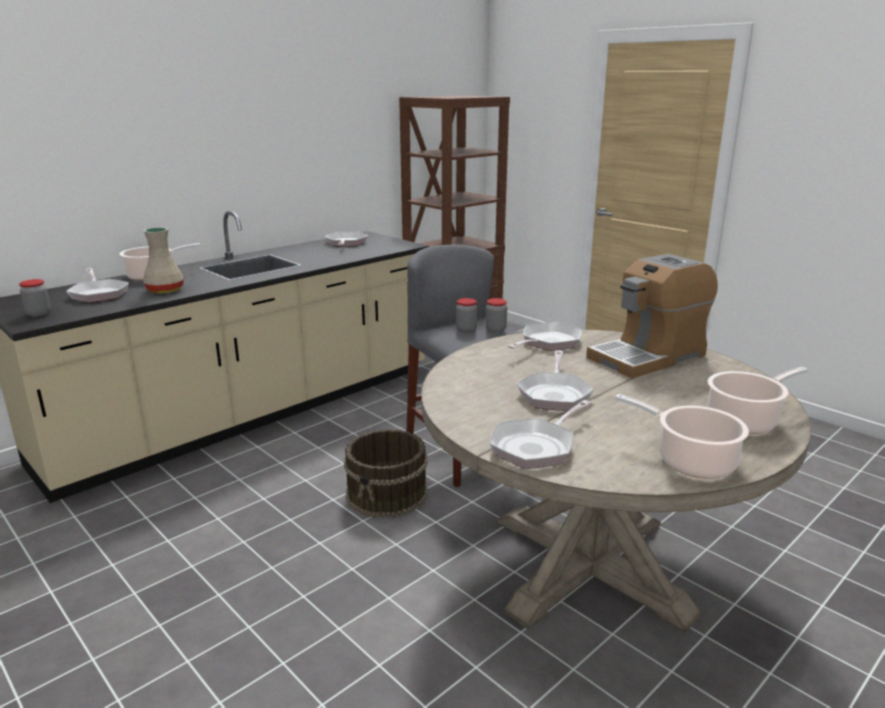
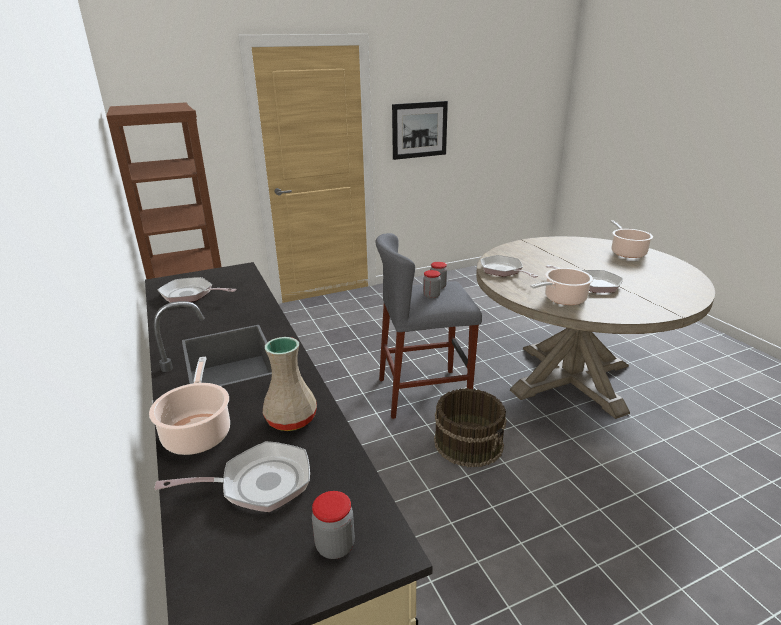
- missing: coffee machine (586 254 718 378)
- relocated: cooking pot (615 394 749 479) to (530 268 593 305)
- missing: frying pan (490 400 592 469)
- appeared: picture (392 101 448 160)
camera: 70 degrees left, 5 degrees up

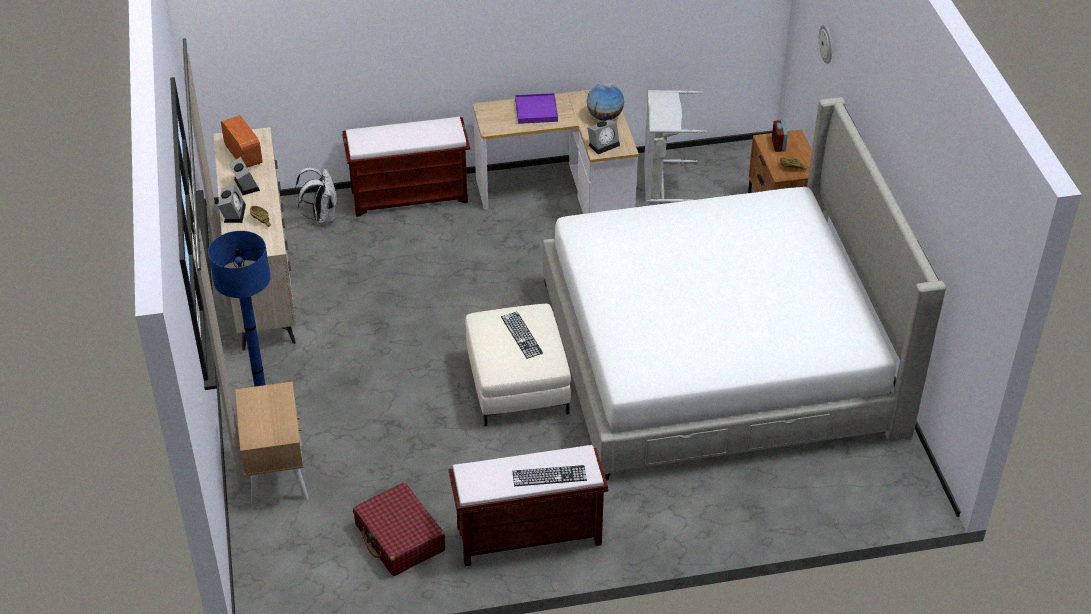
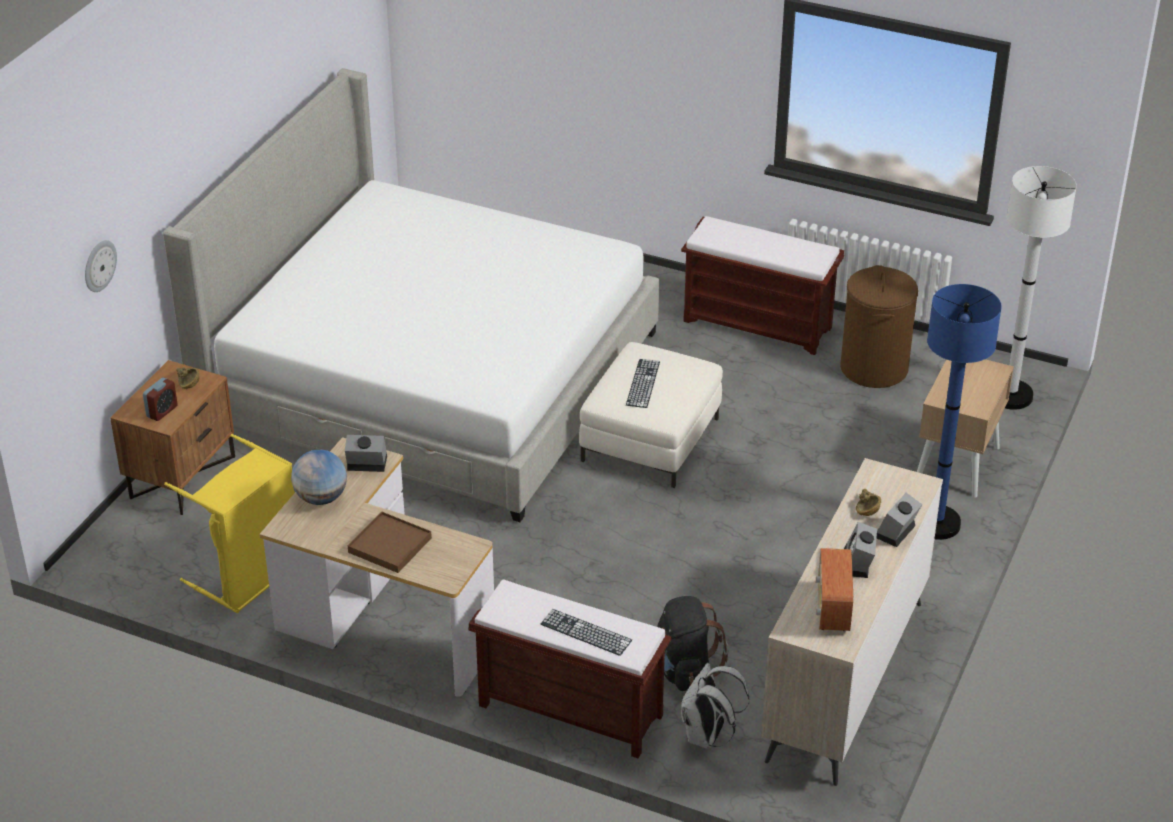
- colour: laundry basket (grey) (644 90 706 202) to laundry basket (yellow) (164 434 295 613)
- colour: tray (purple) (515 93 558 124) to tray (brown) (348 512 432 573)
- relocated: keyboard (513 465 587 486) to (541 609 632 656)
- exchanged: suitcase (red) (353 482 445 576) to laundry basket (brown) (840 265 918 388)
- appeared: floor lamp (white) (1005 166 1077 410)
- appeared: backpack (black) (657 596 729 691)
camera: 145 degrees left, 5 degrees down

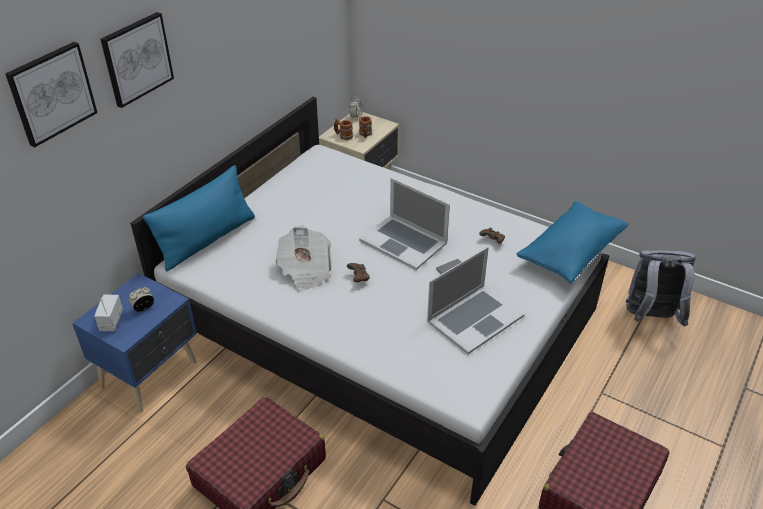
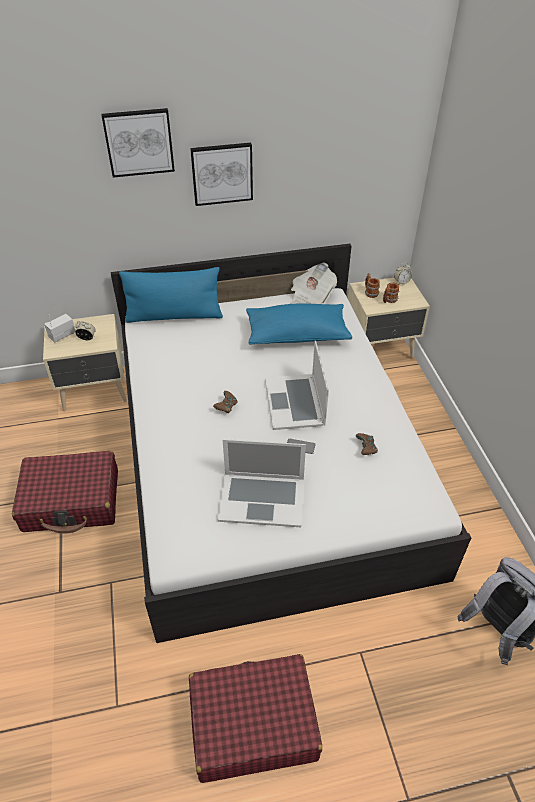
- relocated: picture (5 42 97 147) to (190 143 253 206)
- relocated: pillow (blue) (516 201 628 284) to (246 303 352 345)
- relocated: newspaper (276 226 332 291) to (291 263 337 304)
- colour: nightstand (blue) (72 273 197 413) to nightstand (beige) (43 314 127 411)
camera: 45 degrees right, 5 degrees up

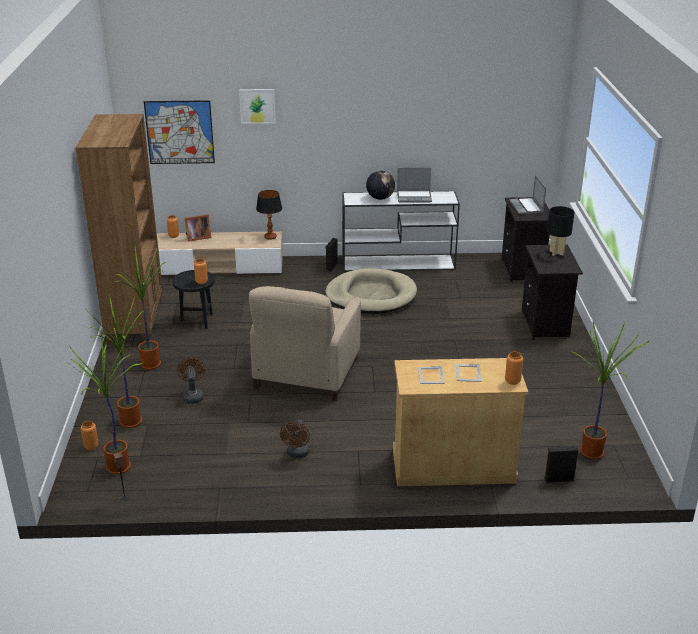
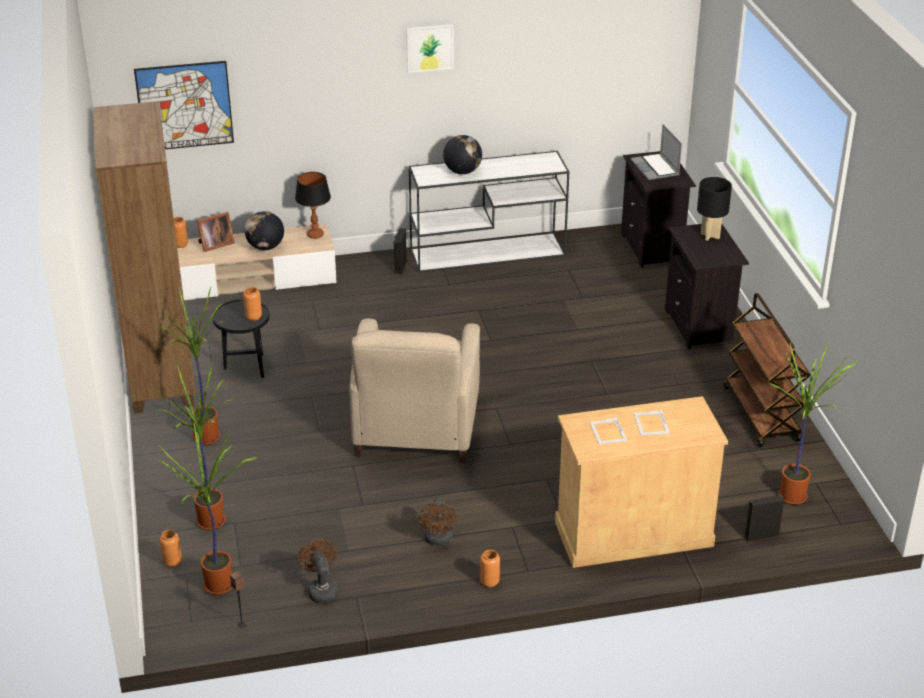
- relocated: picture (239 89 276 124) to (406 24 454 73)
- missing: laptop (397 168 432 202)
- missing: dog bed (beige) (325 268 417 314)
- relocated: vase (orange) (505 352 523 385) to (480 550 500 587)
- relocated: fan (brown) (177 358 205 404) to (298 539 338 603)
- appeared: globe (245 211 284 250)
- appeared: cart (brown) (723 293 811 447)
camera: 10 degrees left, 5 degrees up

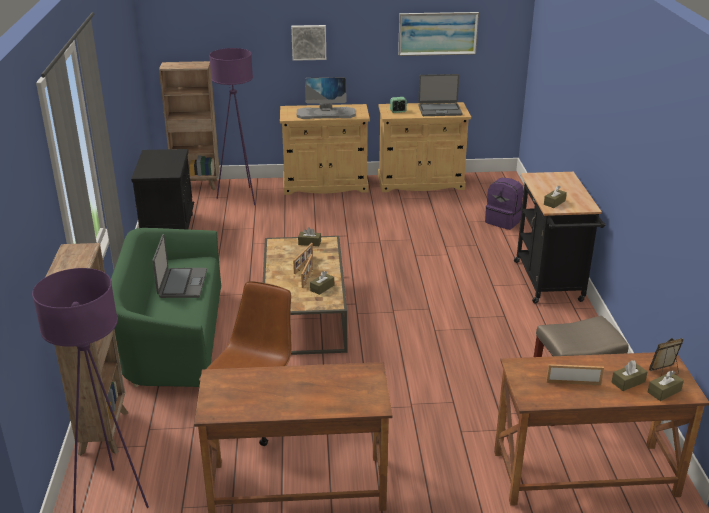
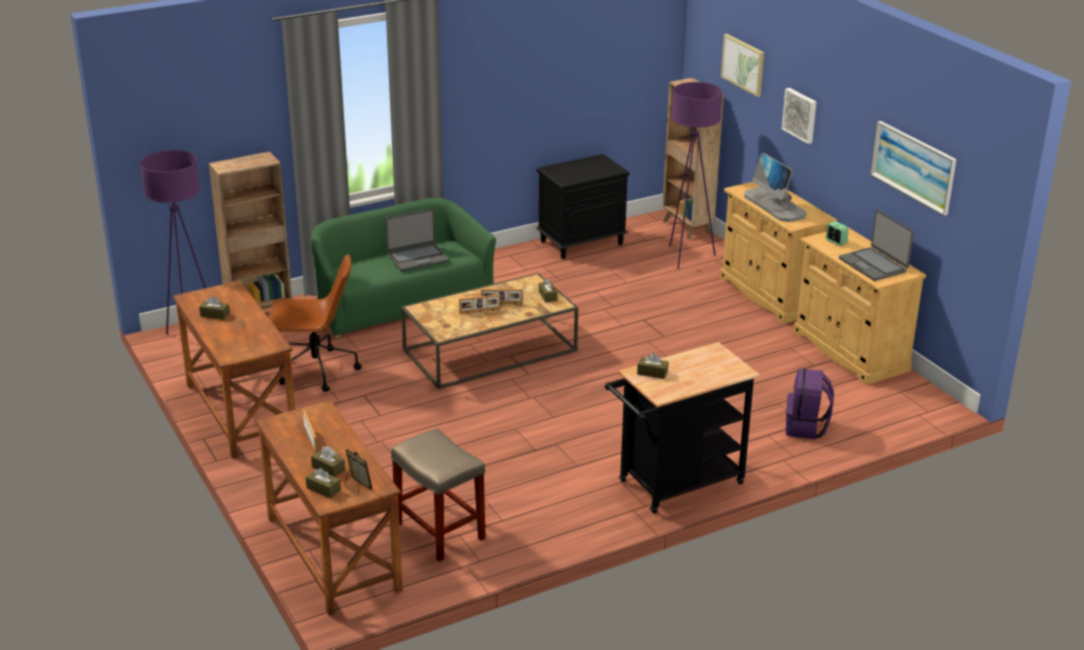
- relocated: tissue box (brown) (310 271 334 295) to (199 296 230 320)
- appeared: picture (721 34 764 97)
camera: 65 degrees right, 0 degrees up

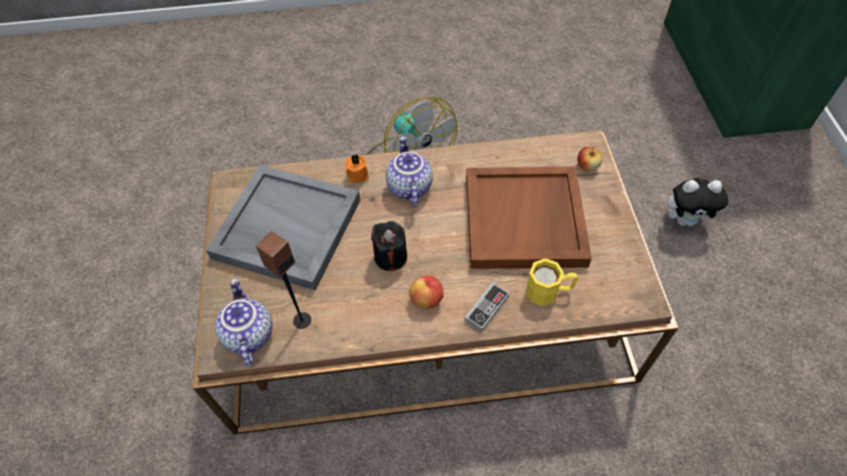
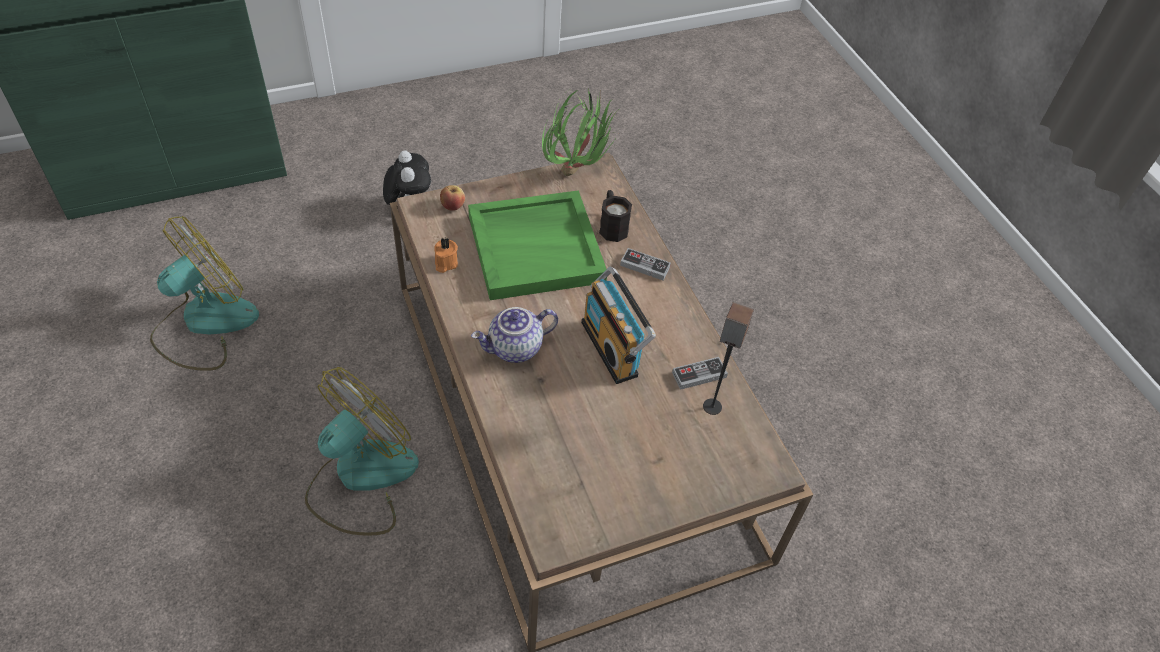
- relocated: candle (orange) (346 154 369 183) to (434 238 458 273)
- missing: tray (grey) (206 165 360 291)
- colour: tray (brown) (466 166 592 269) to tray (green) (468 190 607 300)
- exchanged: candle (black) (371 221 407 271) to radio (581 267 656 384)
- colour: mug (yellow) (525 258 578 306) to mug (black) (599 190 632 242)
- missing: apple (409 275 444 308)
- missing: teapot (215 278 273 367)
- appeared: potted plant (542 89 619 176)
- appeared: fan (150 216 259 371)
- appeared: game controller (672 357 728 390)
camera: 110 degrees left, 5 degrees down

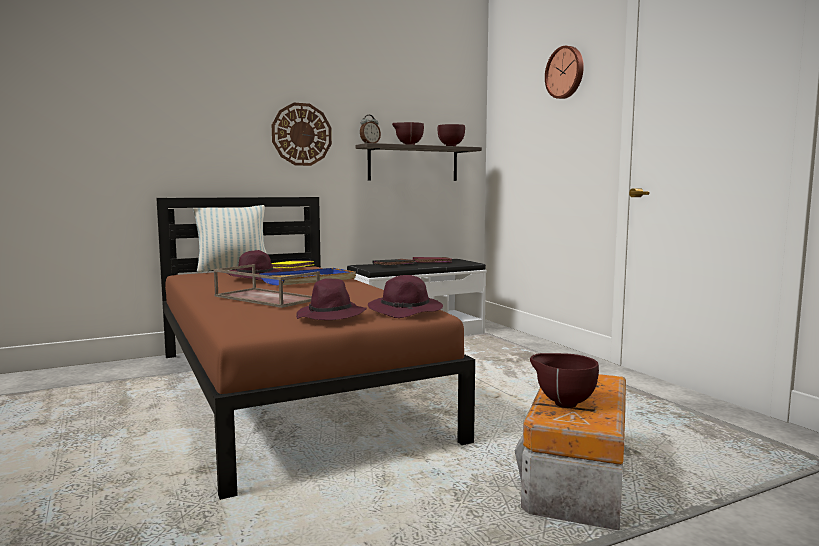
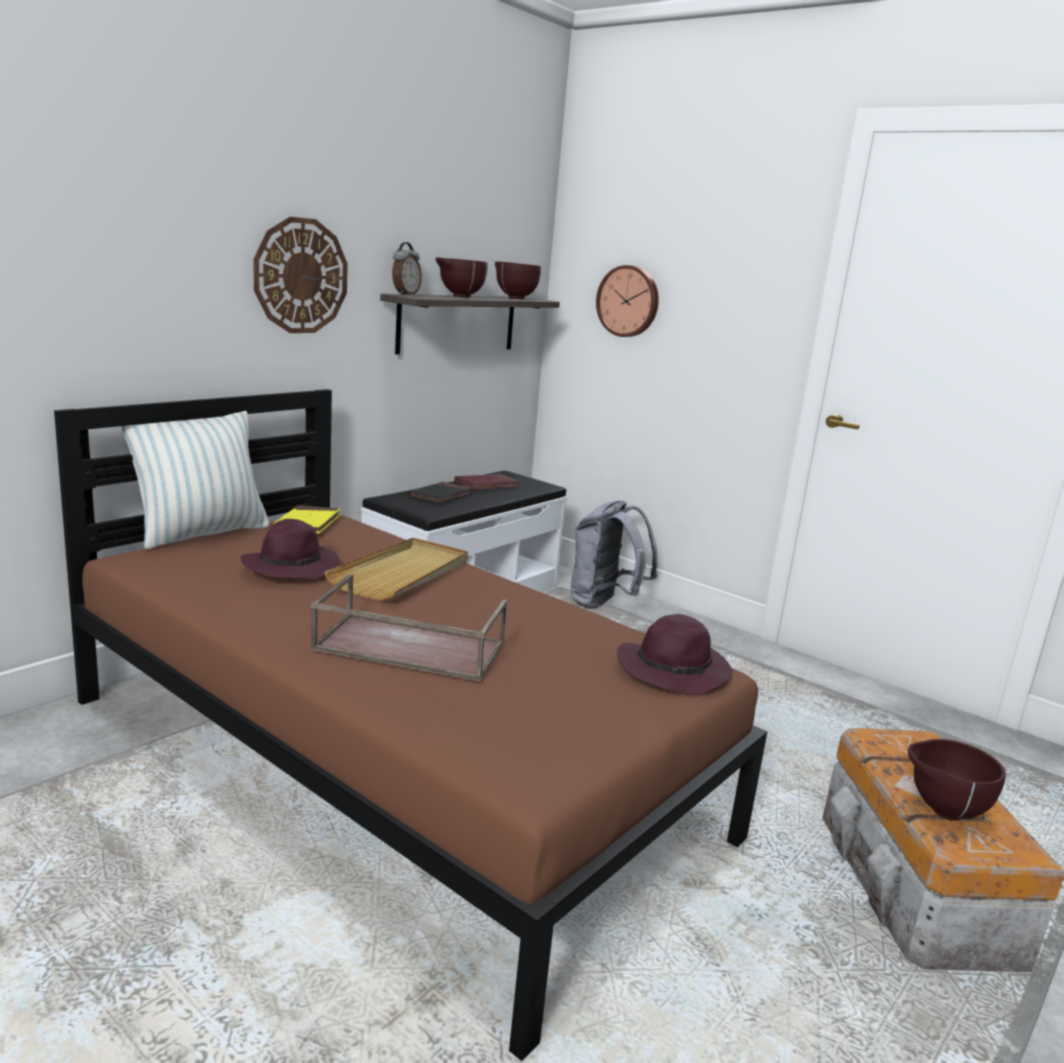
- relocated: wall clock (545 46 584 99) to (596 265 659 337)
- colour: tray (blue) (260 268 356 286) to tray (beige) (324 538 468 601)
- missing: hat (purple) (296 279 367 320)
- appeared: backpack (grey) (570 501 658 609)
camera: 25 degrees left, 10 degrees up

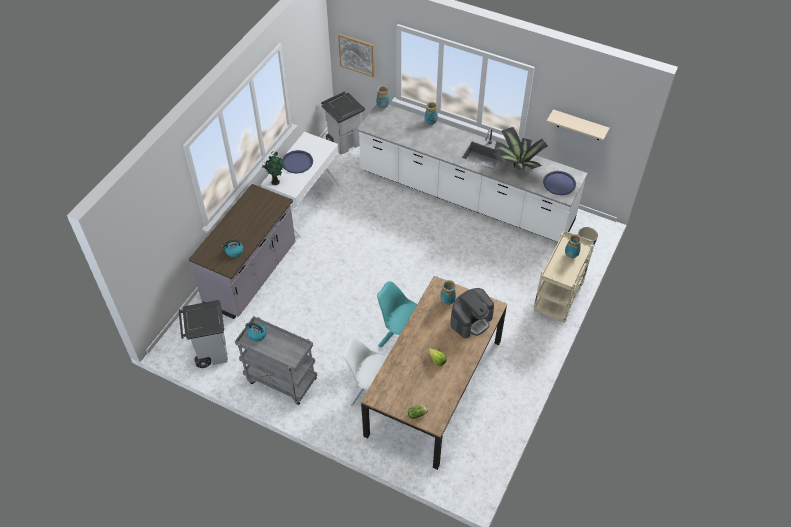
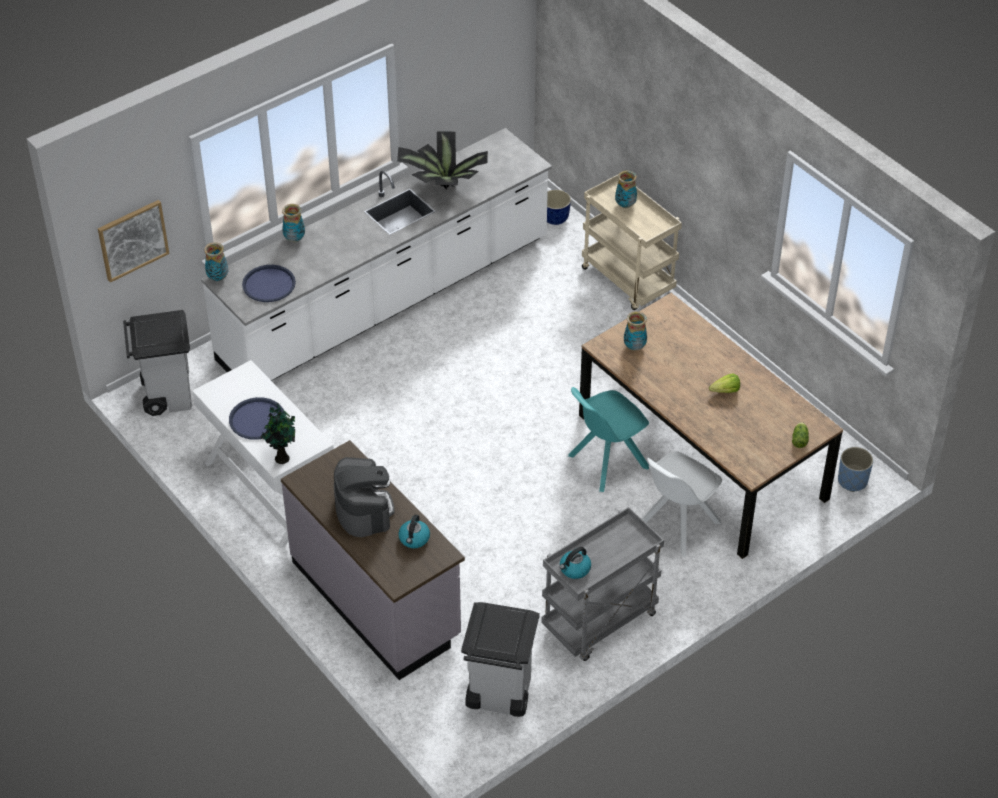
- missing: shelf (beige) (546 109 610 140)
- relocated: tray (blue) (543 171 576 195) to (242 265 296 302)
- relocated: coffee machine (450 288 494 338) to (334 457 394 537)
- appeared: planter (blue) (838 447 873 492)
camera: 65 degrees left, 5 degrees down

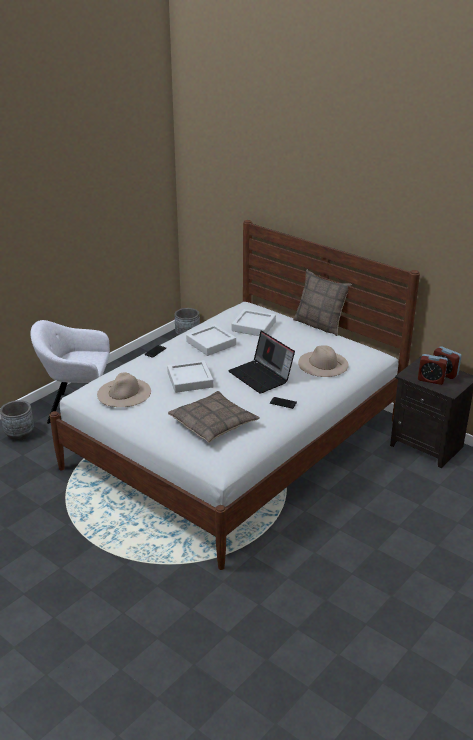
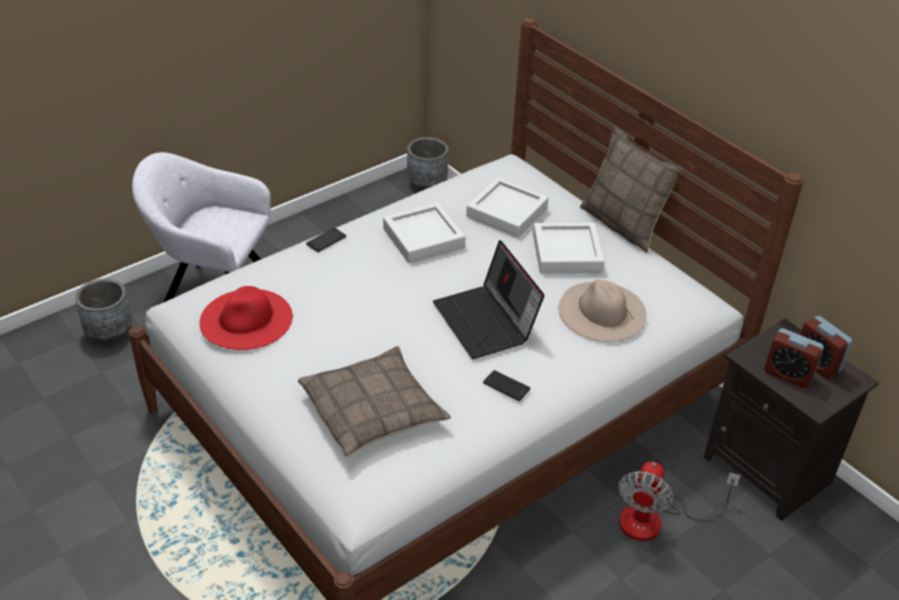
- relocated: tray (grey) (167 360 214 393) to (533 223 605 273)
- colour: hat (beige) (97 372 151 407) to hat (red) (200 286 293 350)
- appeared: fan (618 461 740 541)
camera: 10 degrees right, 10 degrees up

